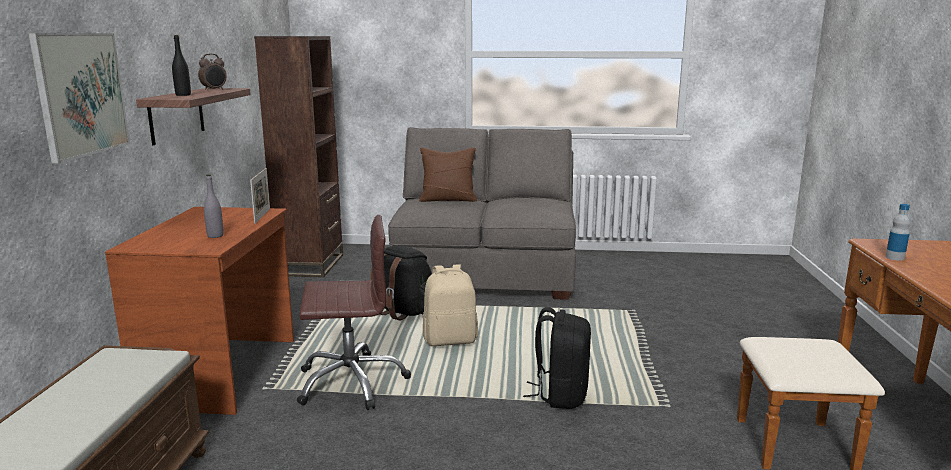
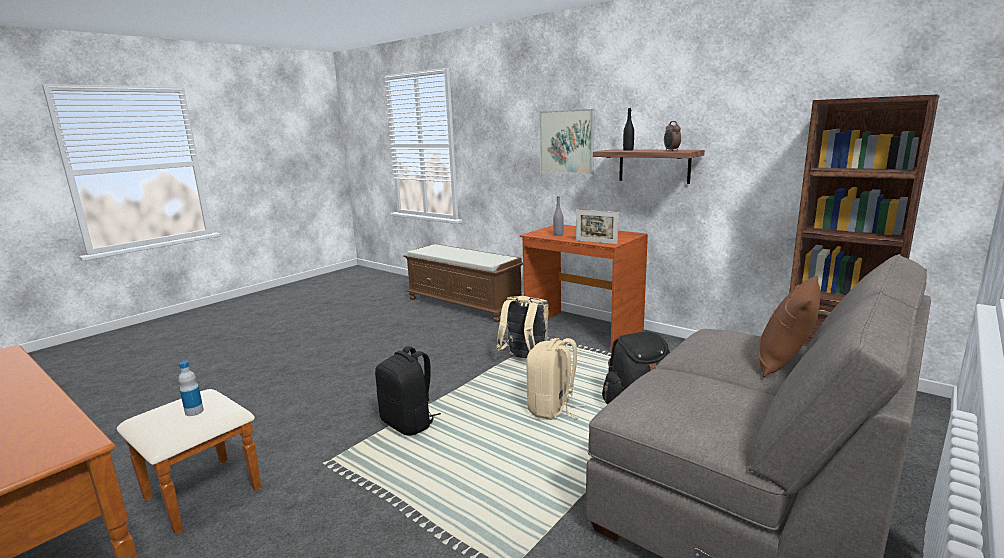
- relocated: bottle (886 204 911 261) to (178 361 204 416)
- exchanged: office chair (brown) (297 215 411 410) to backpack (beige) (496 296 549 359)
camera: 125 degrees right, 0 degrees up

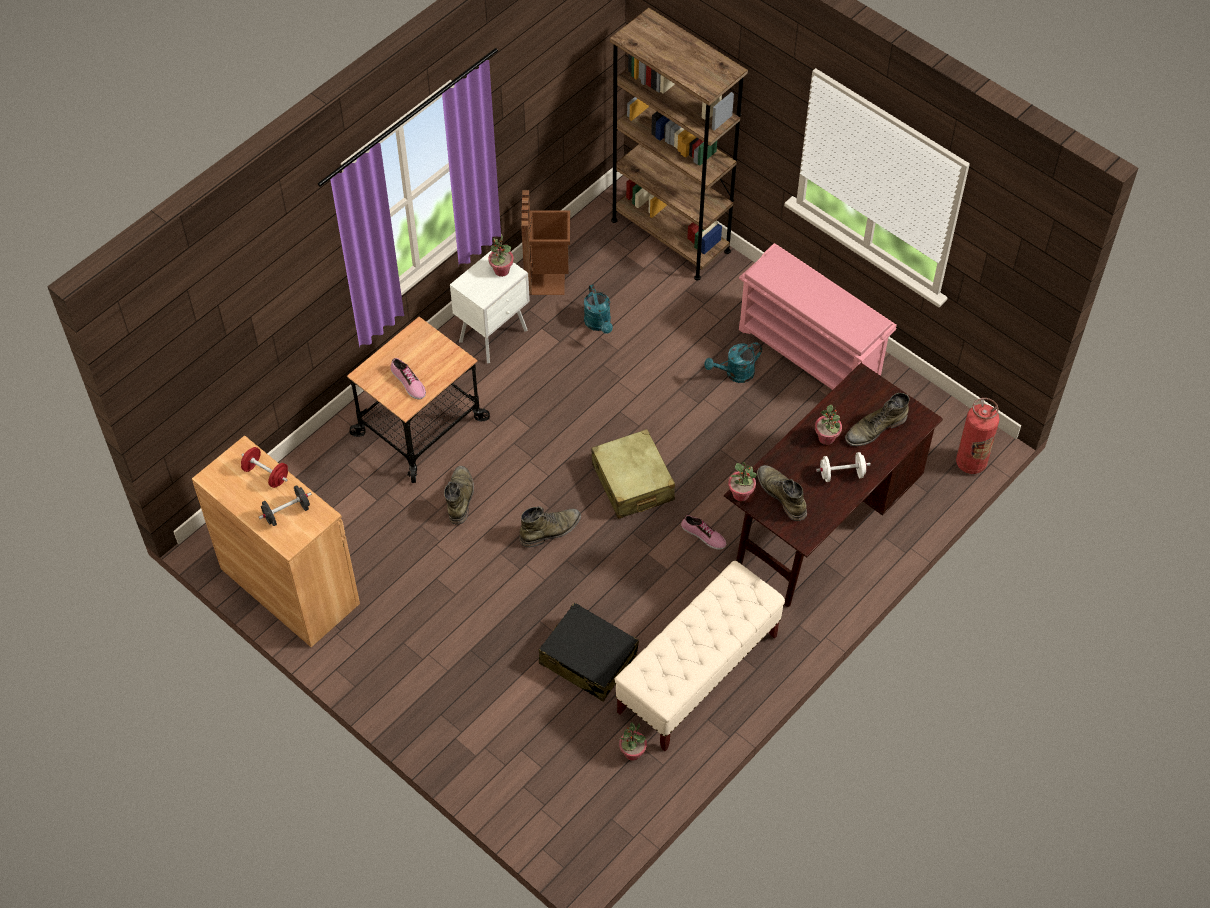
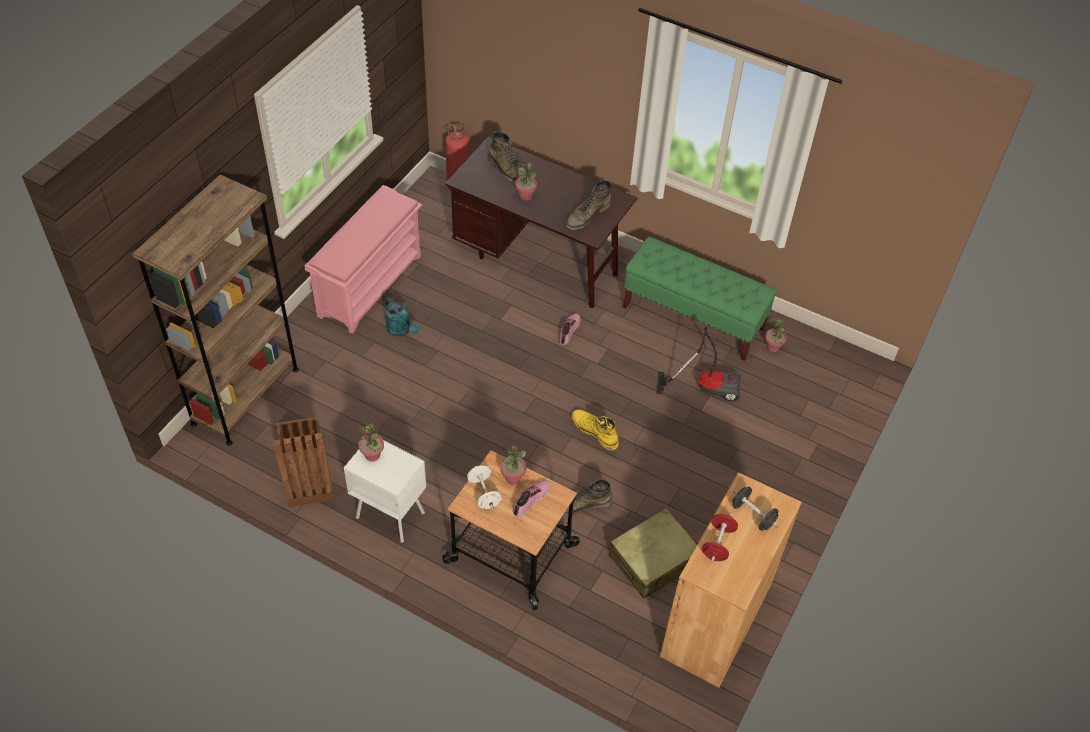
- missing: watering can (turquoise) (584 285 613 334)
- relocated: suitcase (beige) (591 429 675 519) to (609 508 697 599)
- relocated: dumbbell (white) (816 452 871 482) to (467 465 502 509)
- relocated: potted plant (728 462 757 501) to (500 446 526 484)
- colour: boot (green) (519 506 581 548) to boot (yellow) (571 410 619 450)
- colour: bench (beige) (614 561 785 751) to bench (green) (623 237 777 361)
- exchanged: suitcase (black) (539 602 639 702) to vacuum cleaner (656 327 741 402)
camera: 105 degrees left, 5 degrees down

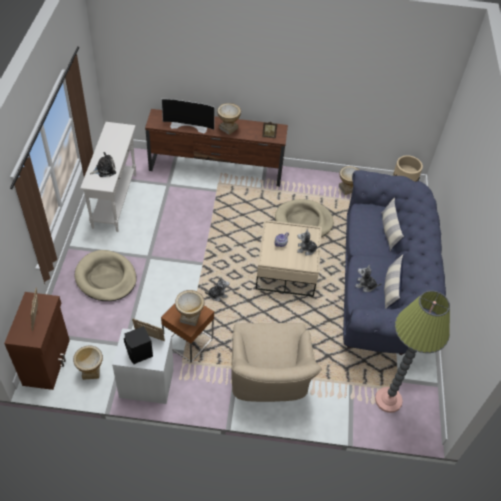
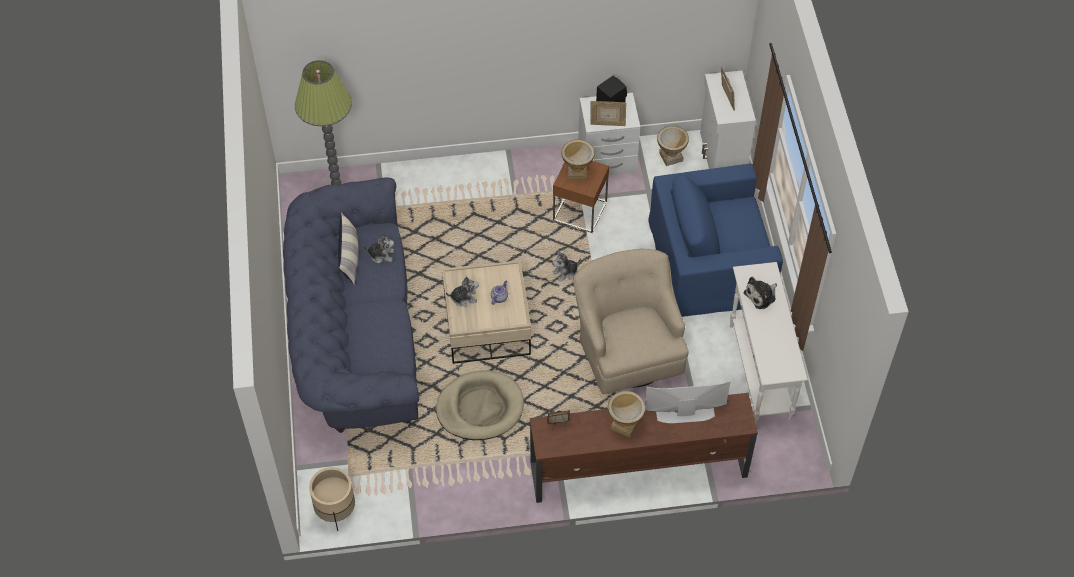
- missing: vase (339 166 359 195)
- missing: pillow (381 197 404 251)
- exchanged: dog bed (beige) (75 250 137 301) to armchair (blue) (648 164 783 317)
- colour: cabinet (brown) (4 292 70 390) to cabinet (white) (700 71 756 169)
- relocated: armchair (beige) (231 323 322 402) to (573 249 689 394)
camera: 170 degrees right, 5 degrees up

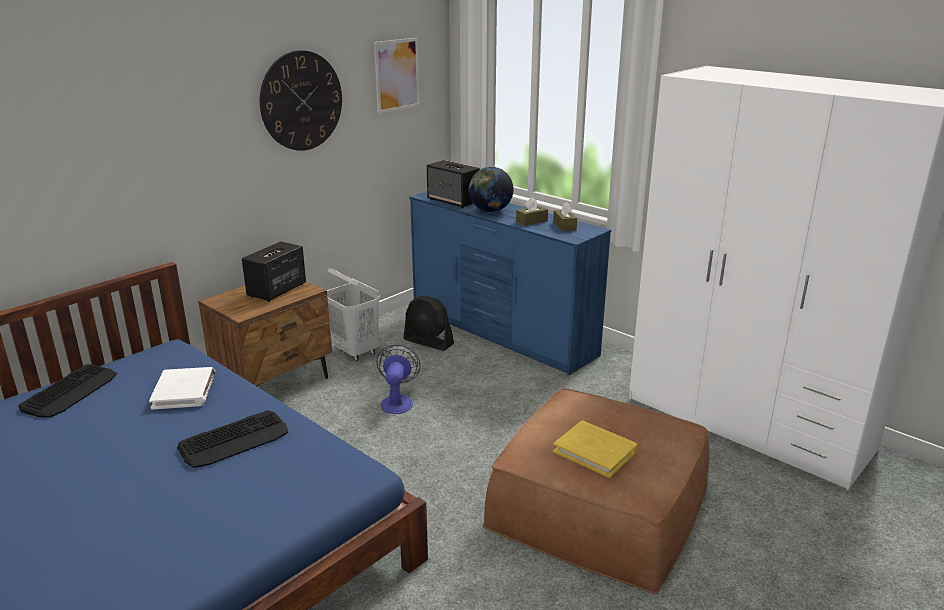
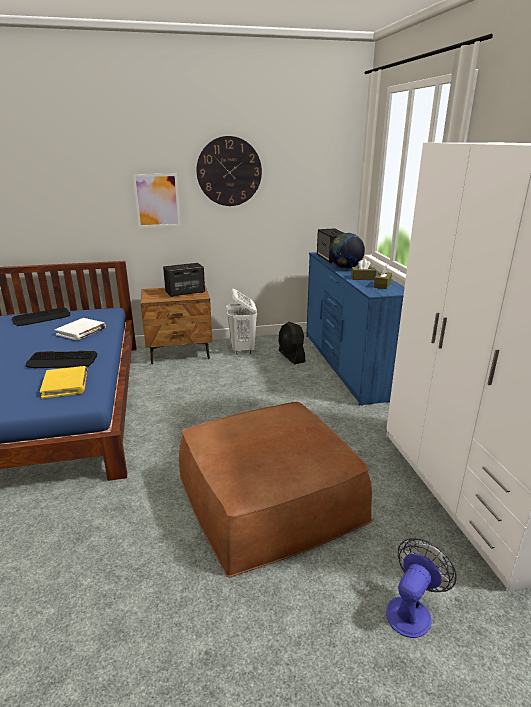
- relocated: picture (374 38 420 113) to (133 174 181 228)
- relocated: fan (377 344 420 414) to (386 538 457 638)
- relocated: book (yellow) (553 421 637 478) to (40 366 88 399)
camera: 35 degrees right, 0 degrees up

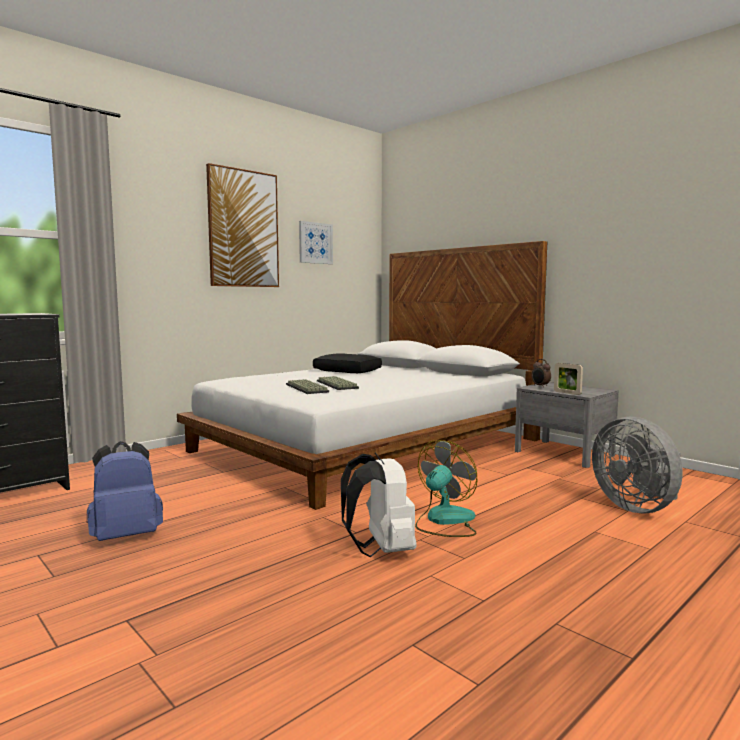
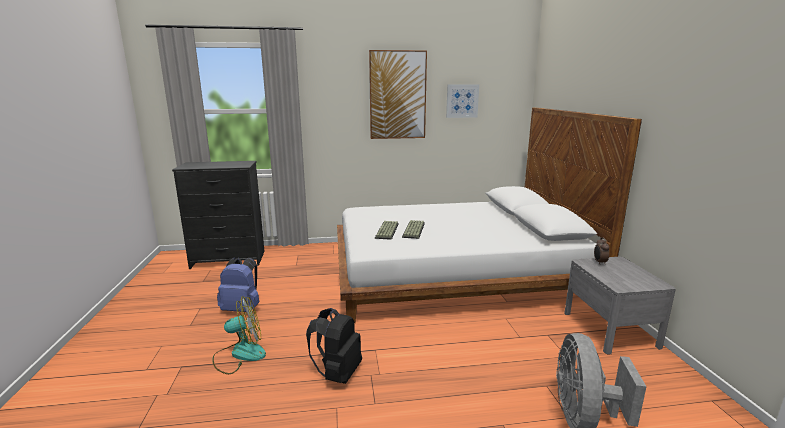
- missing: pillow (black) (313 353 382 373)
- missing: picture frame (554 363 583 395)
- relocated: fan (415 440 478 537) to (212 296 266 374)
- colour: backpack (white) (341 453 417 557) to backpack (black) (306 308 362 384)
camera: 35 degrees right, 10 degrees up

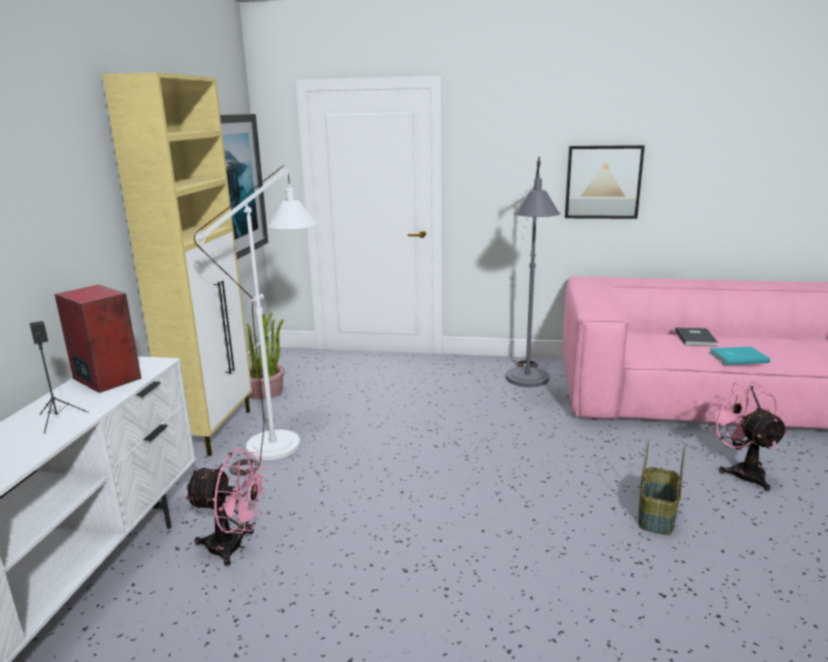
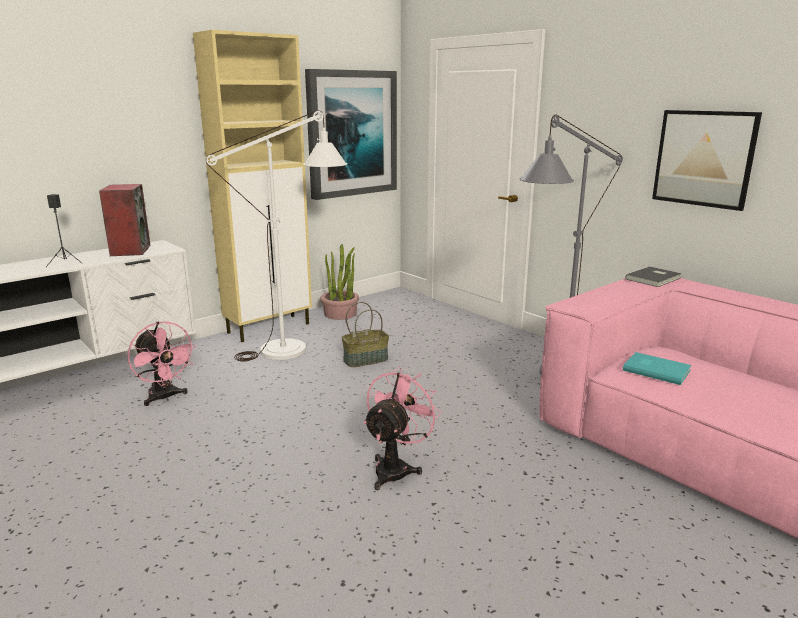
- relocated: book (grey) (675 327 718 347) to (625 267 682 287)
- relocated: book (turquoise) (709 347 770 365) to (623 352 691 385)
- relocated: fan (pink) (708 381 788 491) to (363 367 442 490)
- relocated: basket (638 440 686 535) to (342 302 389 367)
camera: 40 degrees right, 0 degrees up

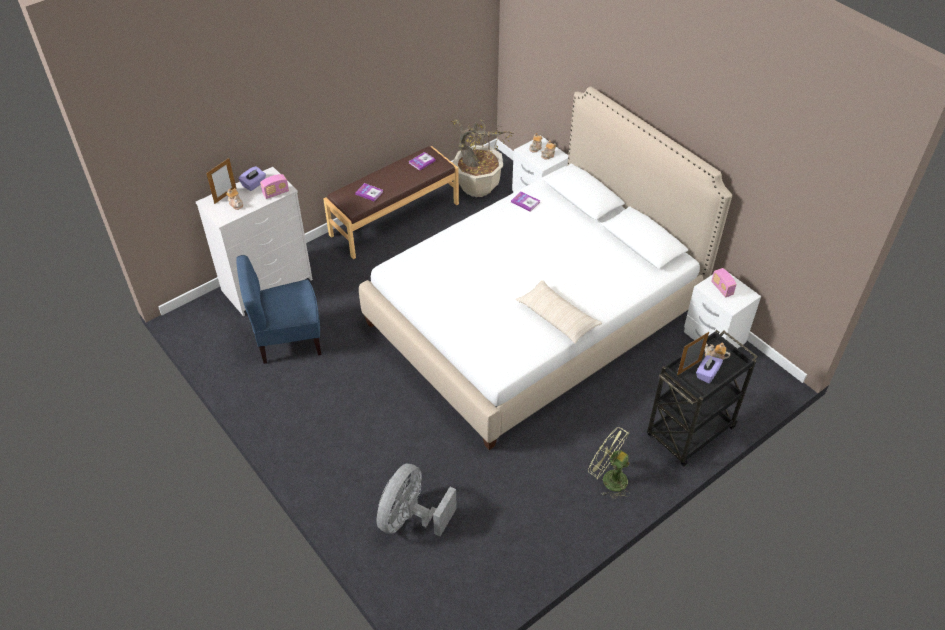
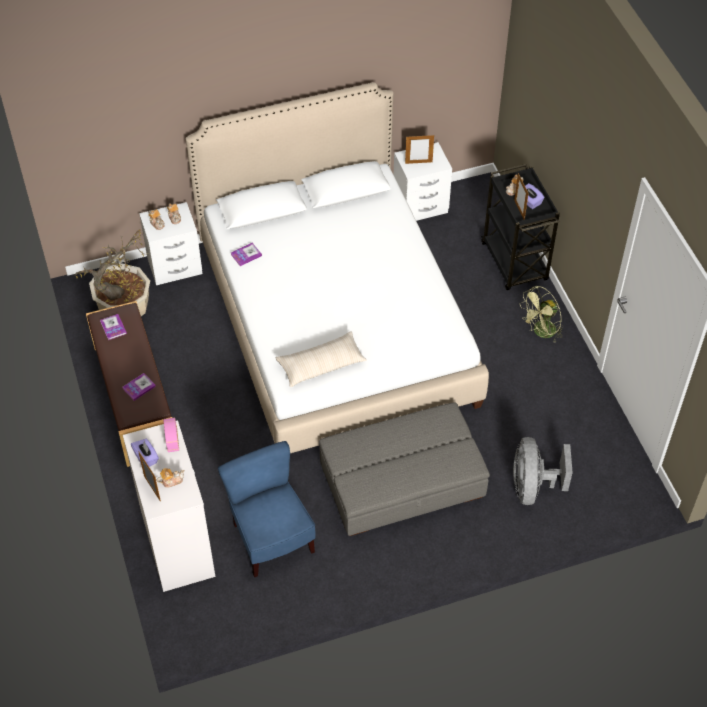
- spun: chair (blue) (236 255 322 364) = (218 441 316 577) 150 degrees clockwise
- exchanged: radio (711 268 737 297) to picture frame (405 134 434 164)
- relocated: pillow (beige) (516 280 602 344) to (276 331 367 387)
- spun: fan (grey) (377 464 457 536) = (513 437 573 505) 45 degrees clockwise
- appeared: ottoman (grey) (319 402 490 536)
camera: 70 degrees left, 5 degrees up

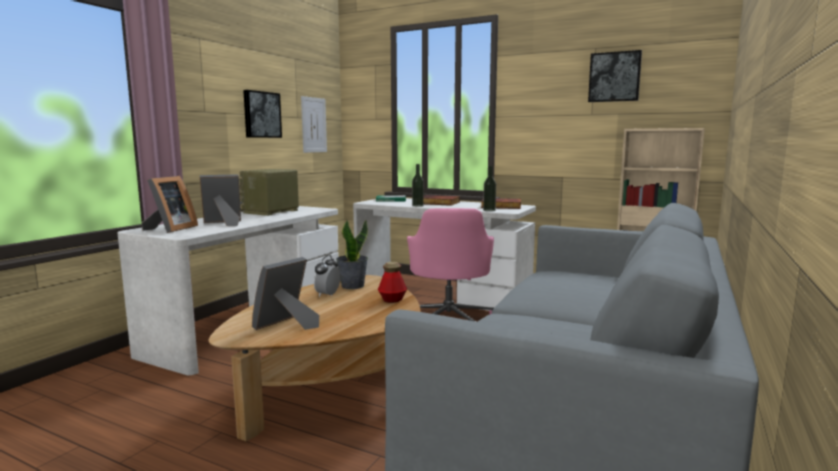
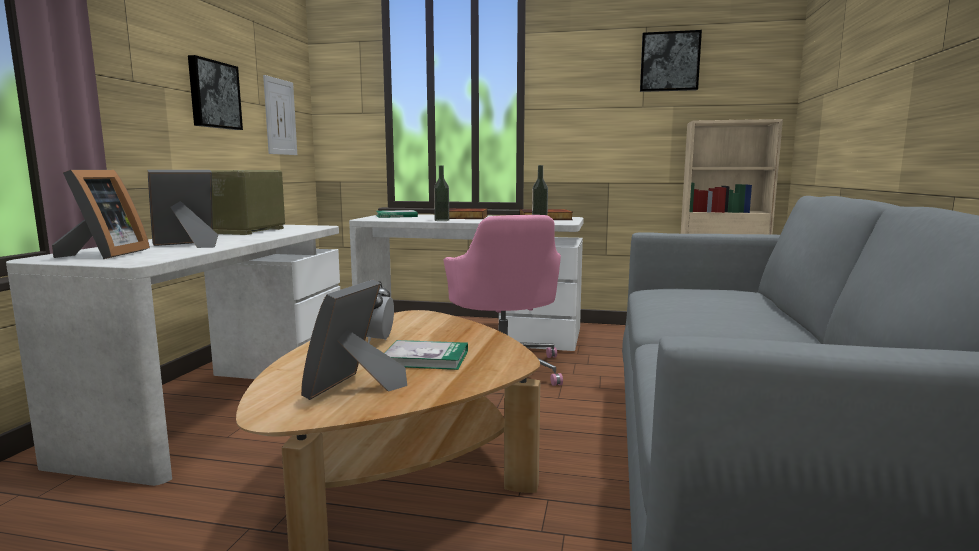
- missing: potted plant (336 219 368 289)
- missing: bottle (378 262 407 303)
- appeared: book (385 340 468 370)
camera: 15 degrees left, 0 degrees up

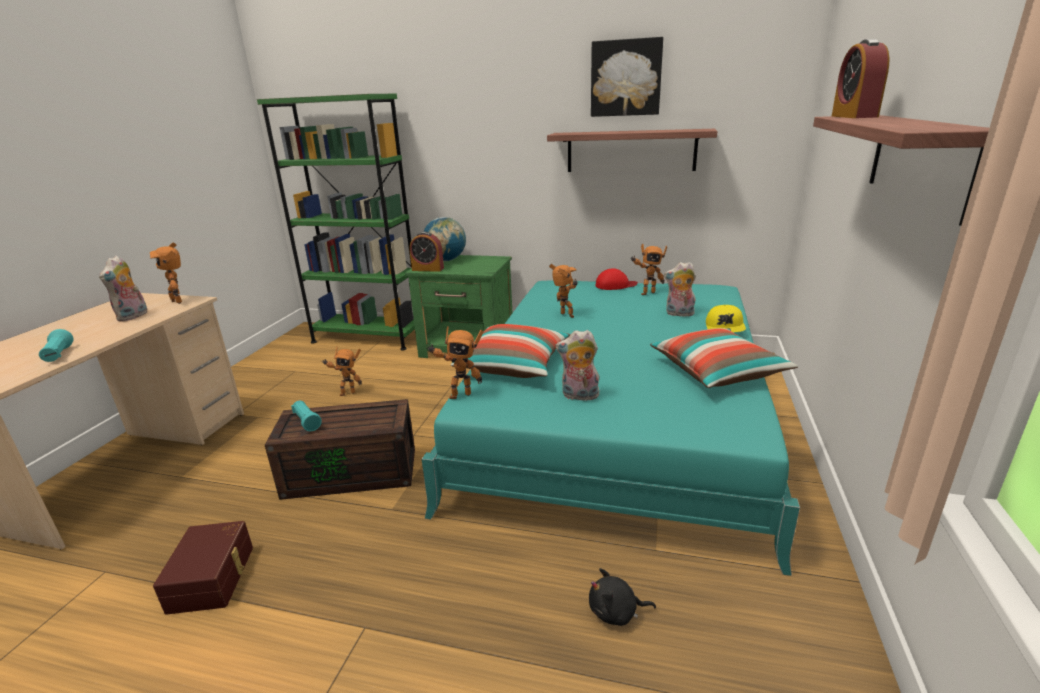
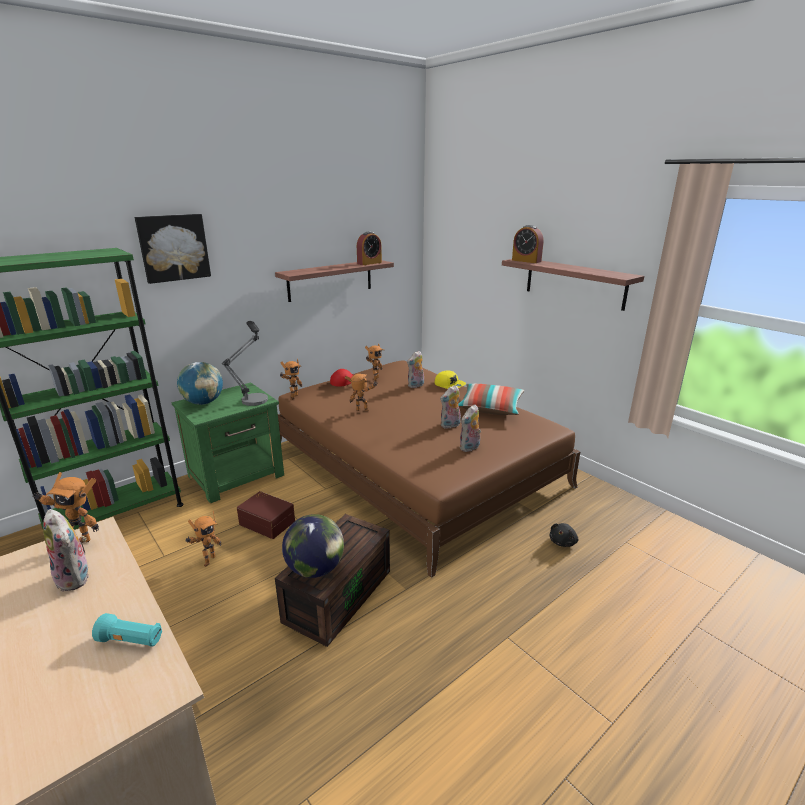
- relocated: picture (591 37 663 117) to (135 214 211 284)
- relocated: alarm clock (409 231 444 272) to (357 232 382 265)
- colour: bed (turquoise) (422 281 800 576) to bed (brown) (278 360 580 578)
- missing: pillow (451 324 570 378)
- relocated: toy robot (426 326 483 399) to (280 359 302 400)
- exchanged: flashlight (turquoise) (291 401 322 431) to globe (282 514 344 578)
- relocated: storage box (brown) (153 521 253 615) to (237 491 295 539)
- appeared: table lamp (222 321 268 406)
- appeared: plush toy (440 385 461 429)
camera: 55 degrees left, 0 degrees up

